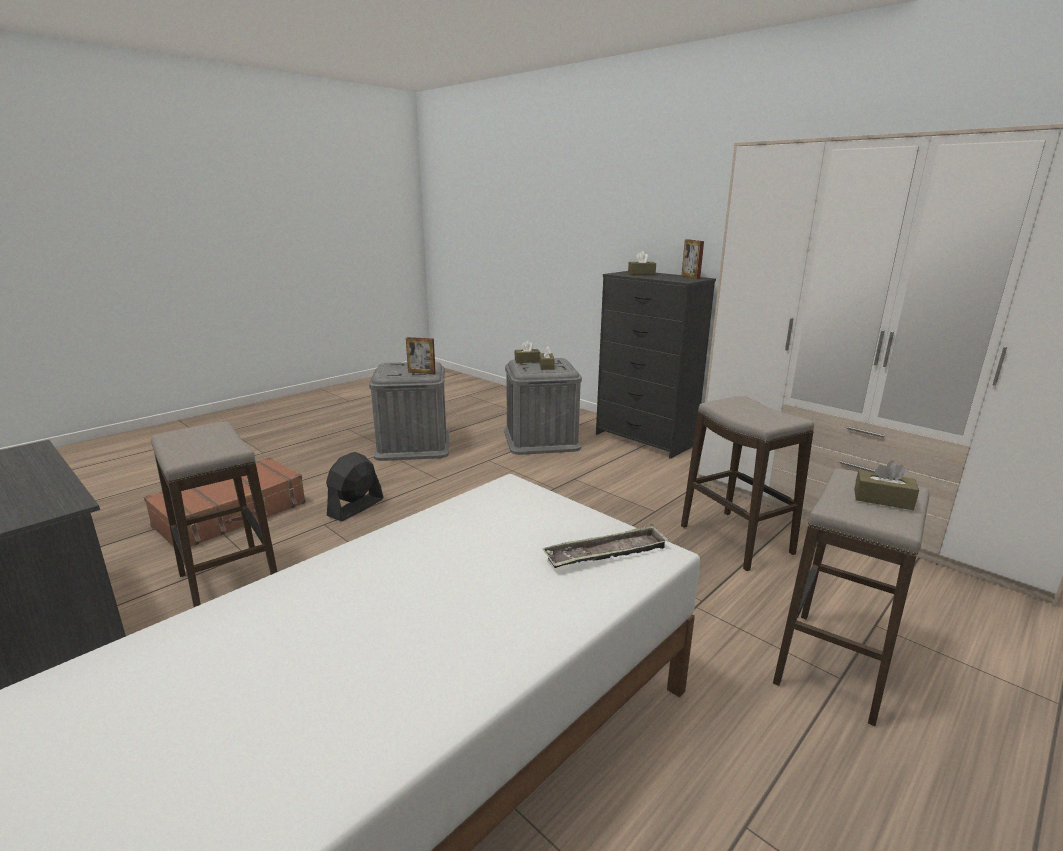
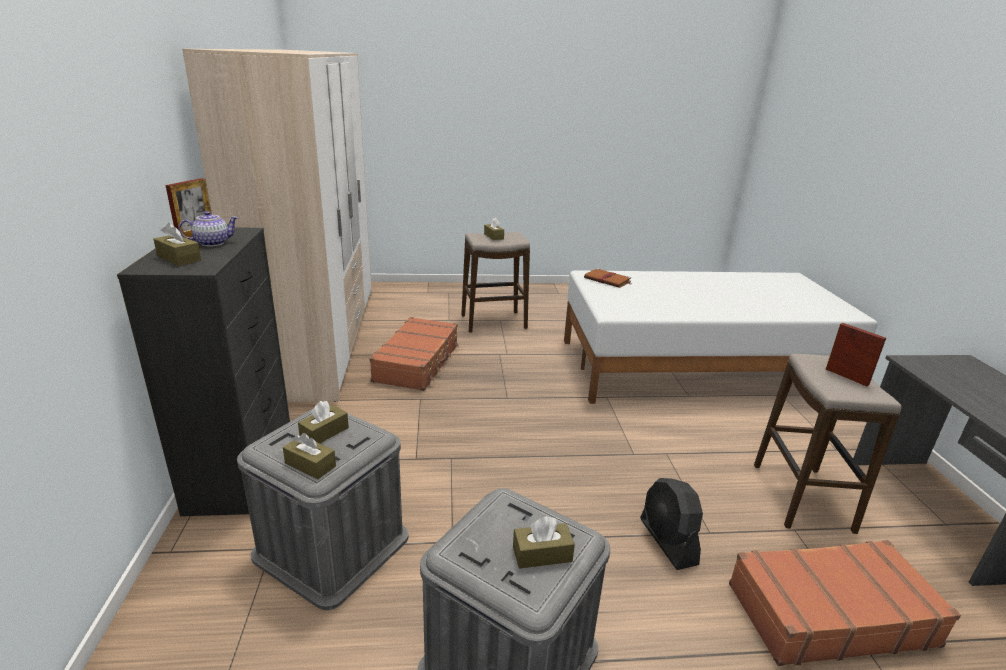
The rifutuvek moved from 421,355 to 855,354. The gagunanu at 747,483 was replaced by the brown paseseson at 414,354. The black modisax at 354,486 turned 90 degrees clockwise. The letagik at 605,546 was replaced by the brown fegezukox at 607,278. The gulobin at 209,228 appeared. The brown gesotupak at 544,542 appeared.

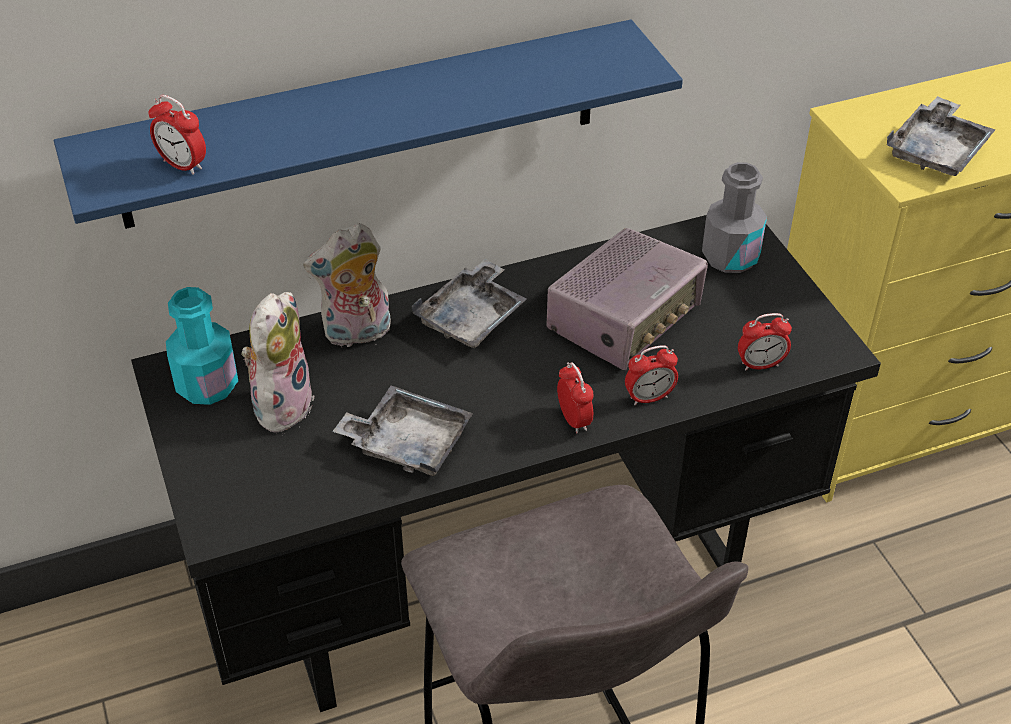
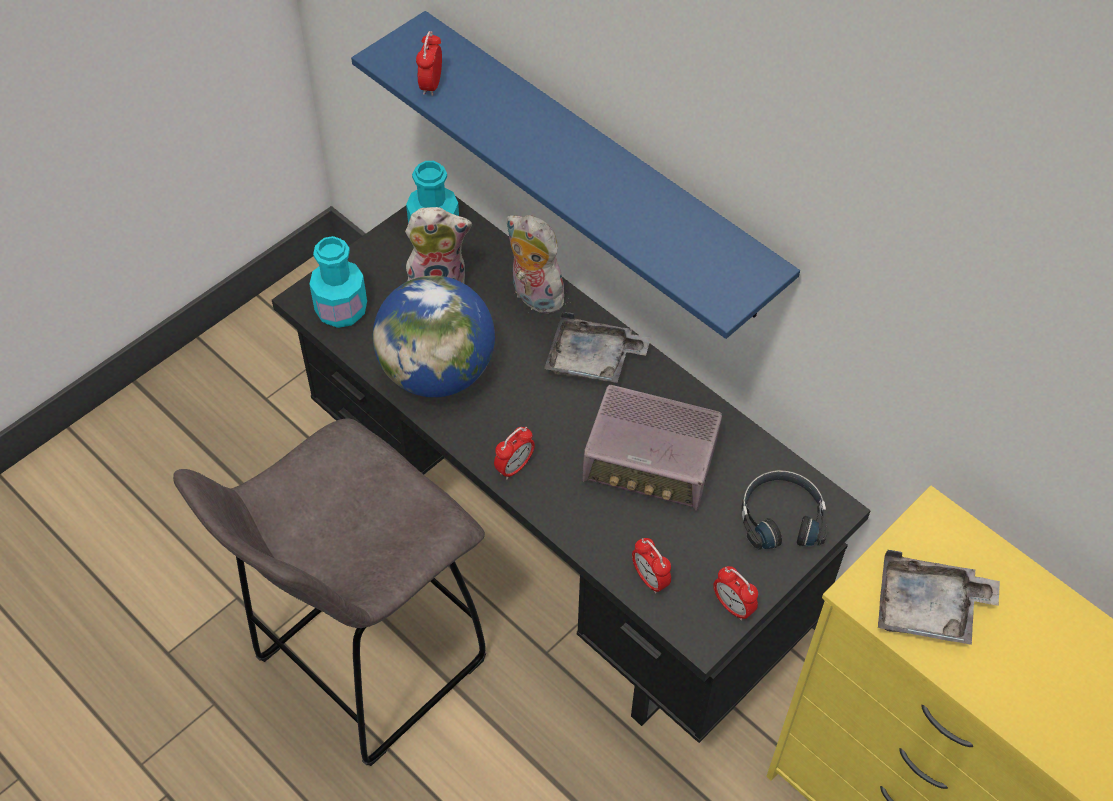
The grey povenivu at 734,217 was replaced by the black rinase at 785,510. The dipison moved from 651,375 to 735,593. The grey letagik at 403,430 was replaced by the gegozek at 434,336. The turquoise povenivu at 338,282 appeared.

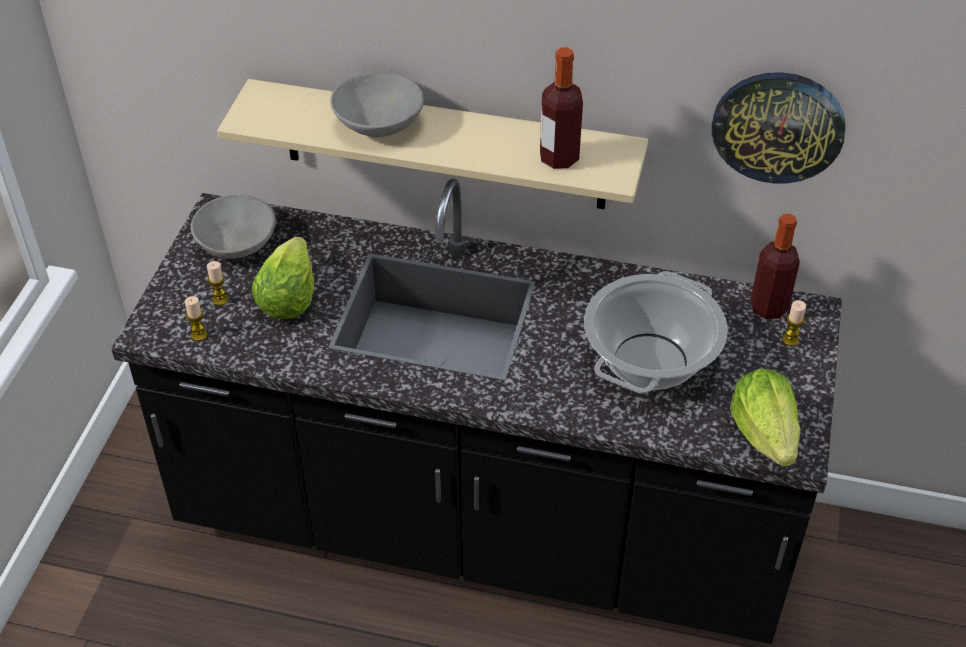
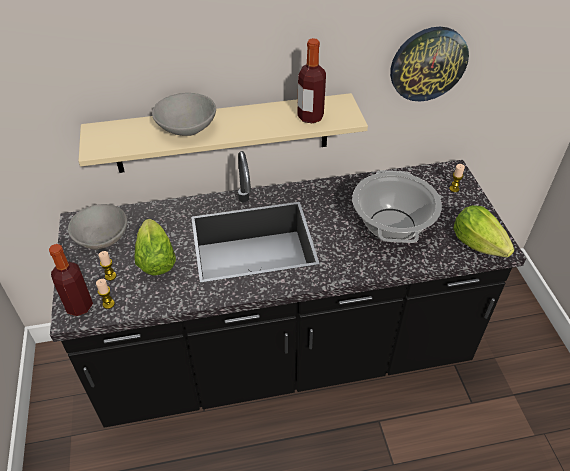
The povenivu moved from 775,266 to 71,280.

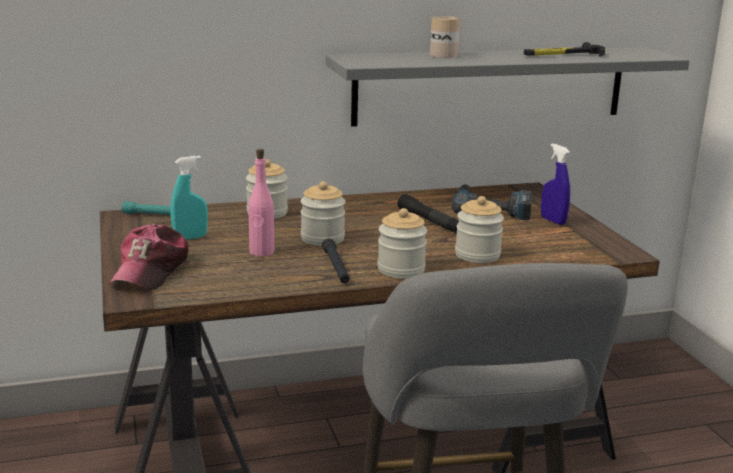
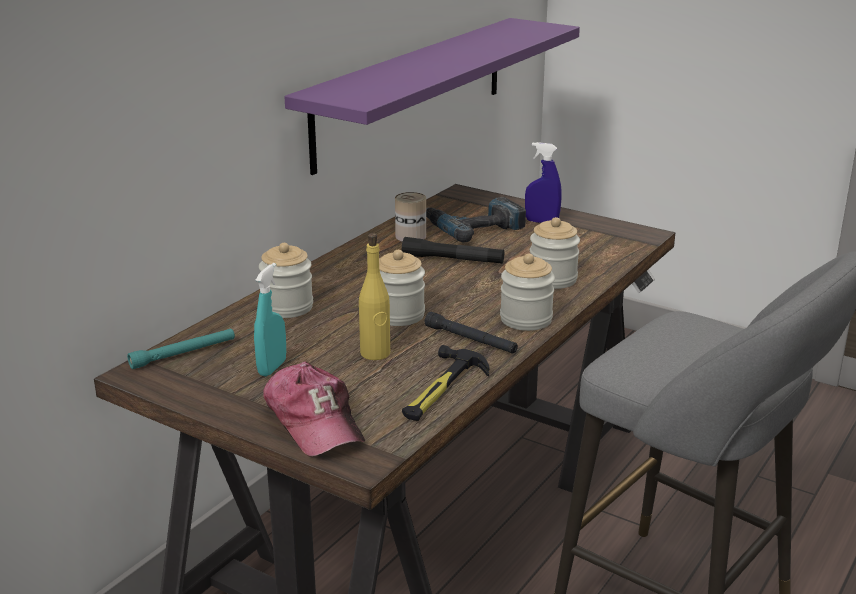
The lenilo moved from 445,37 to 410,217. The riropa moved from 564,49 to 446,383. The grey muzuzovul at 507,87 became the purple muzuzovul at 432,96. The pink povenivu at 261,203 became the yellow povenivu at 374,296.

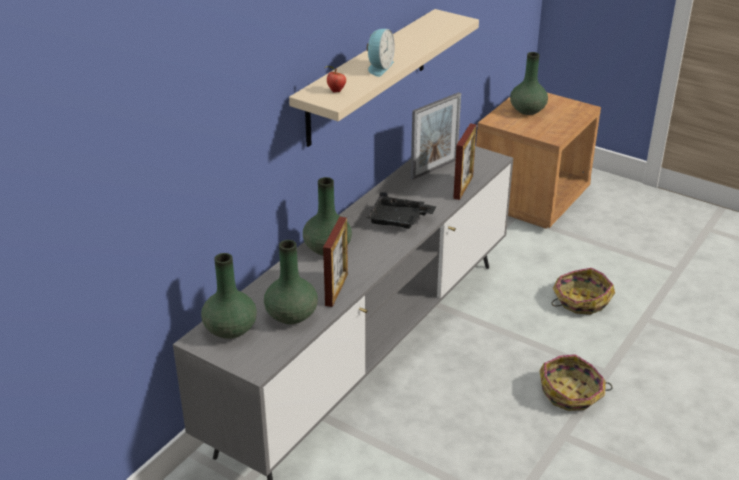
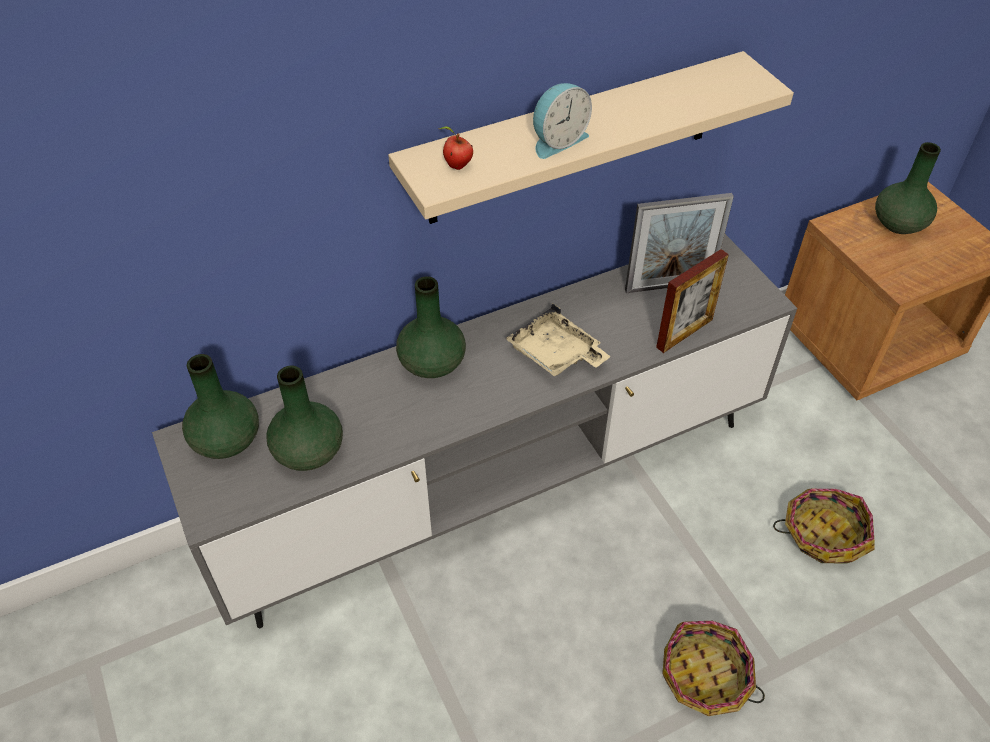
The black letagik at 401,210 became the beige letagik at 558,340. The rifutuvek at 335,262 disappeared.

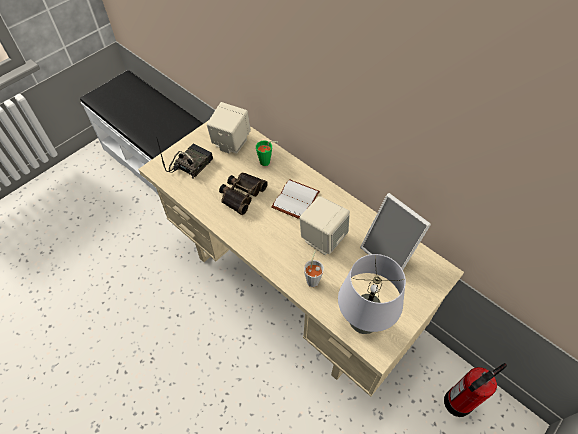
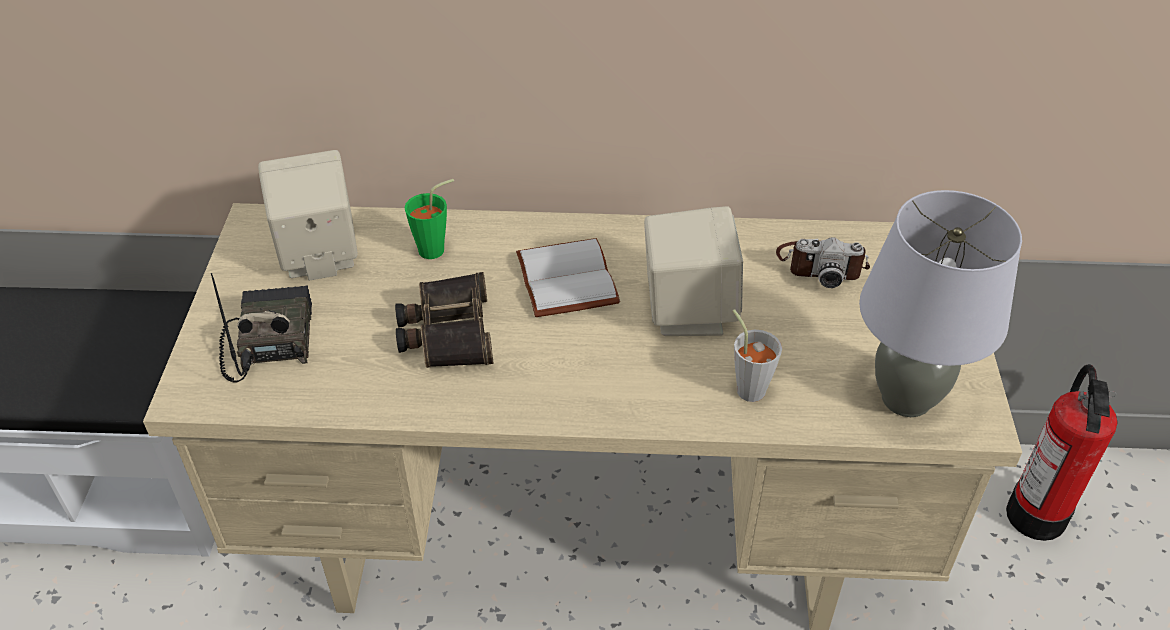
The rifutuvek at 395,231 was replaced by the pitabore at 823,262.

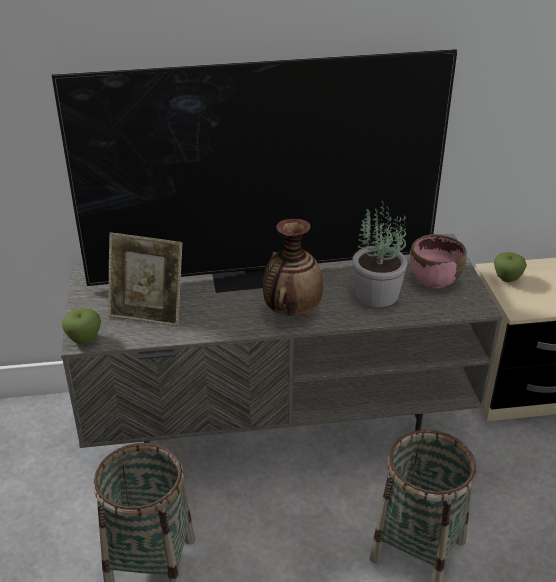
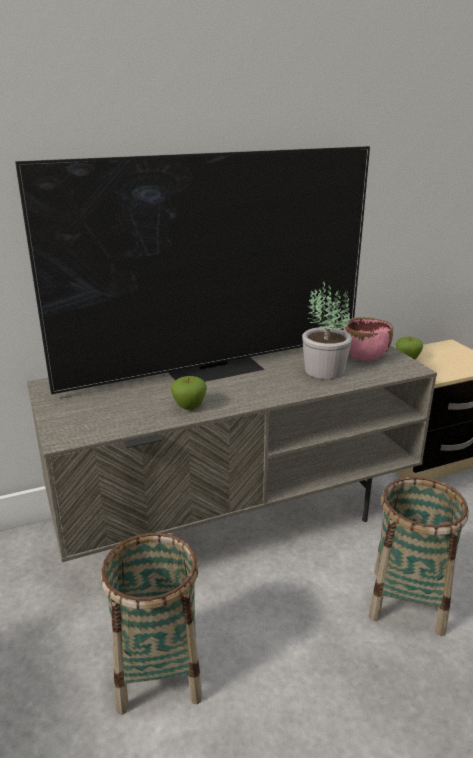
The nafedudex at 293,267 disappeared. The rifutuvek at 145,279 disappeared. The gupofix moved from 81,326 to 188,393.

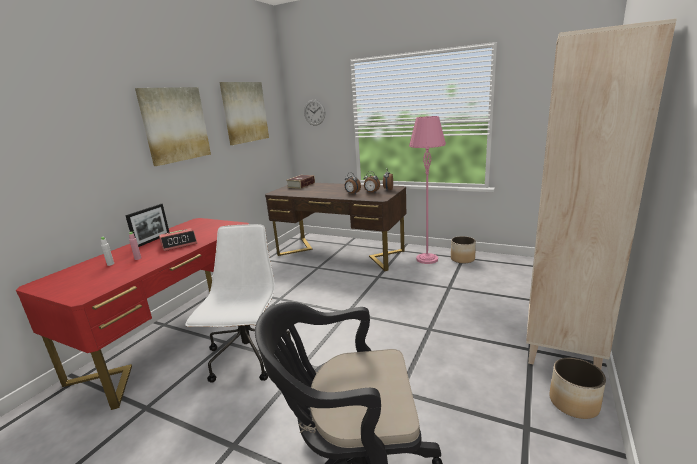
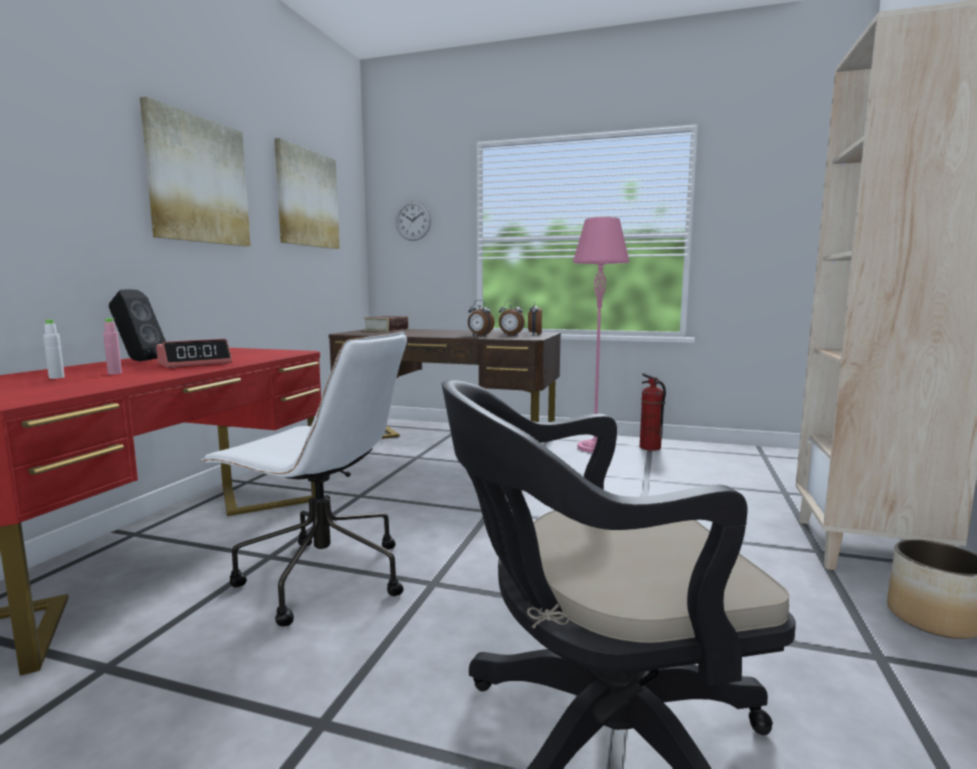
The rifutuvek at 147,225 was replaced by the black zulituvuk at 137,325. The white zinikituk at 239,303 turned 120 degrees clockwise. The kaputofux at 463,249 was replaced by the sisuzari at 653,412.

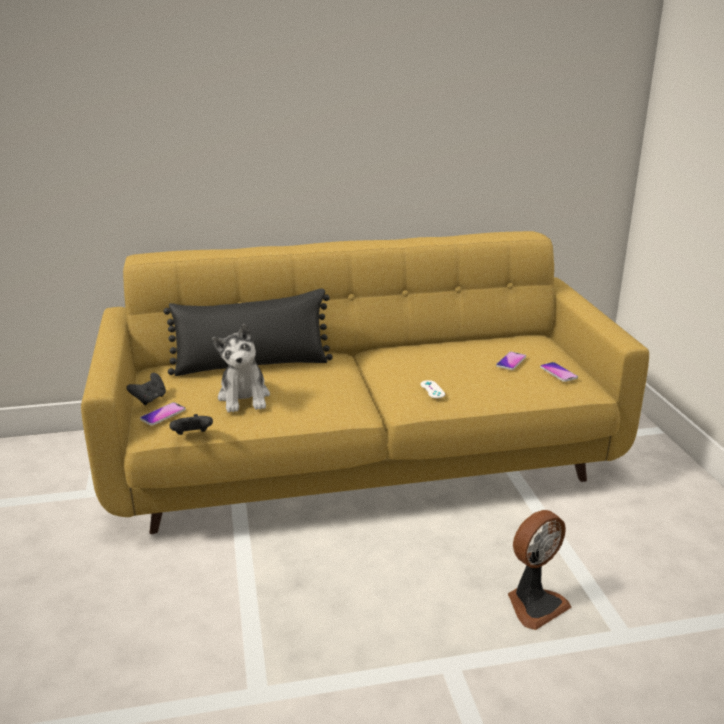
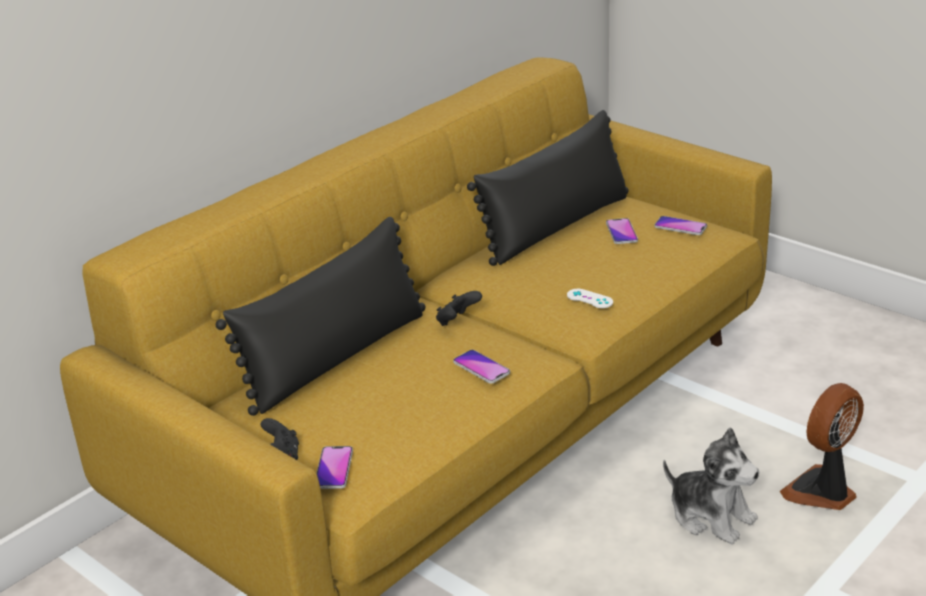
The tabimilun moved from 241,368 to 711,485. The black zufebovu moved from 191,424 to 459,308. The modisax at 540,570 turned 150 degrees counterclockwise. The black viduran at 548,188 appeared. The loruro at 481,367 appeared.

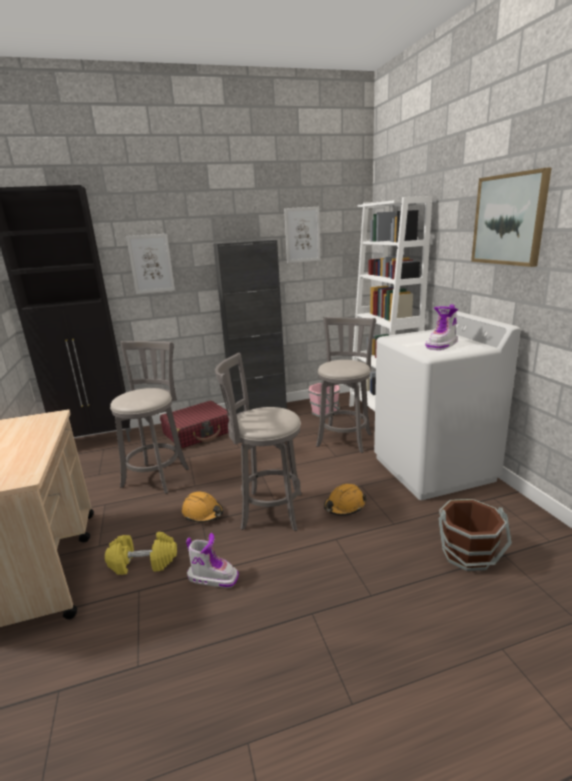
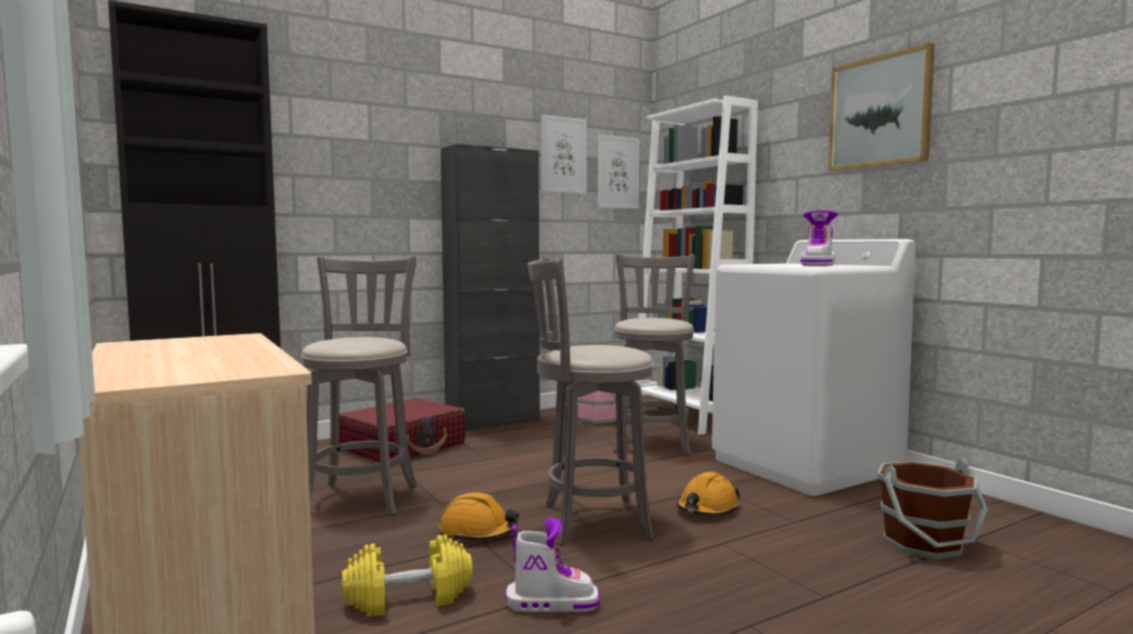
The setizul moved from 150,264 to 618,171.

